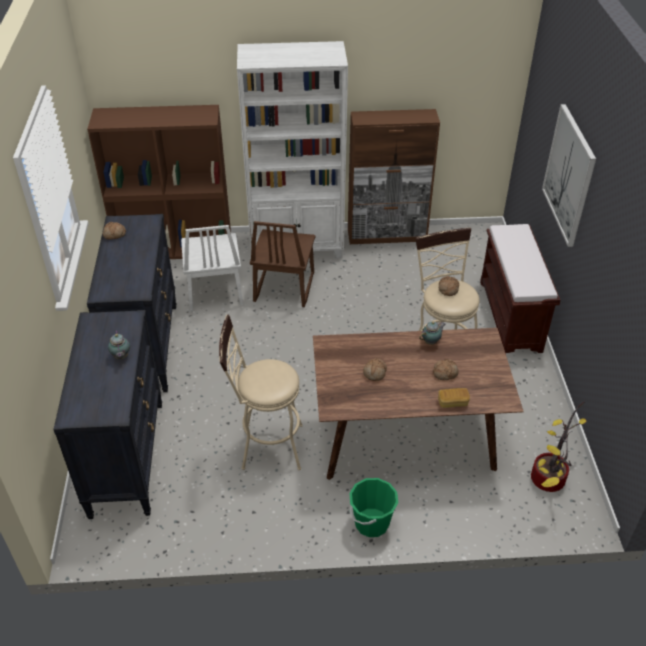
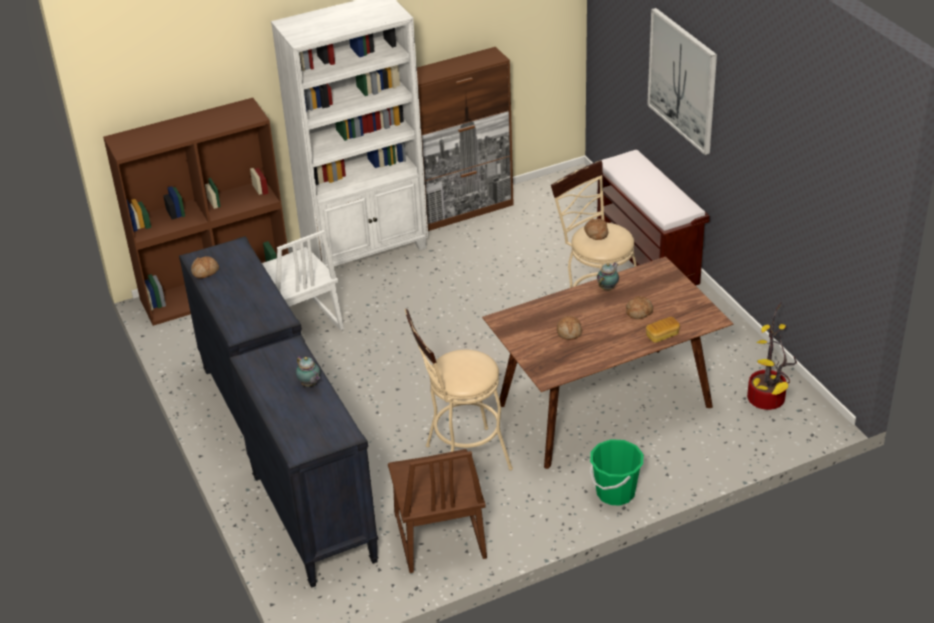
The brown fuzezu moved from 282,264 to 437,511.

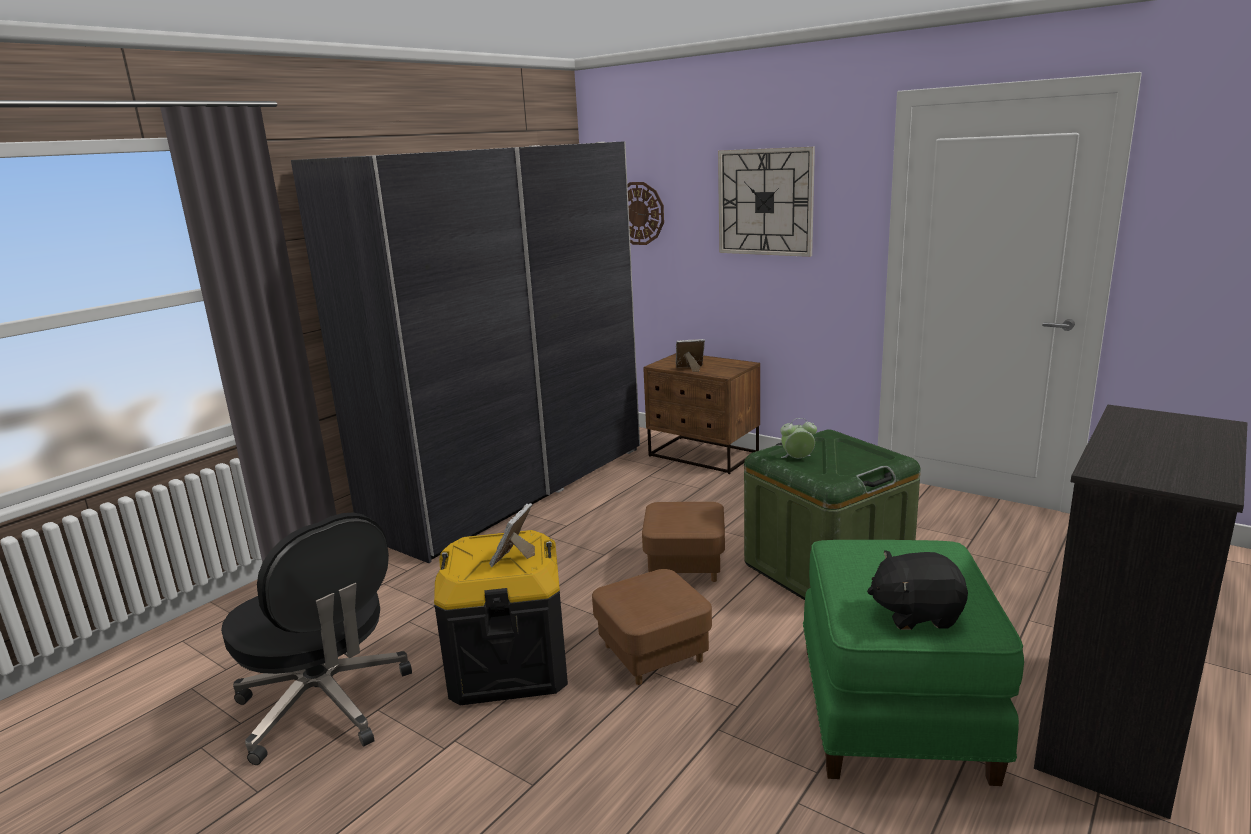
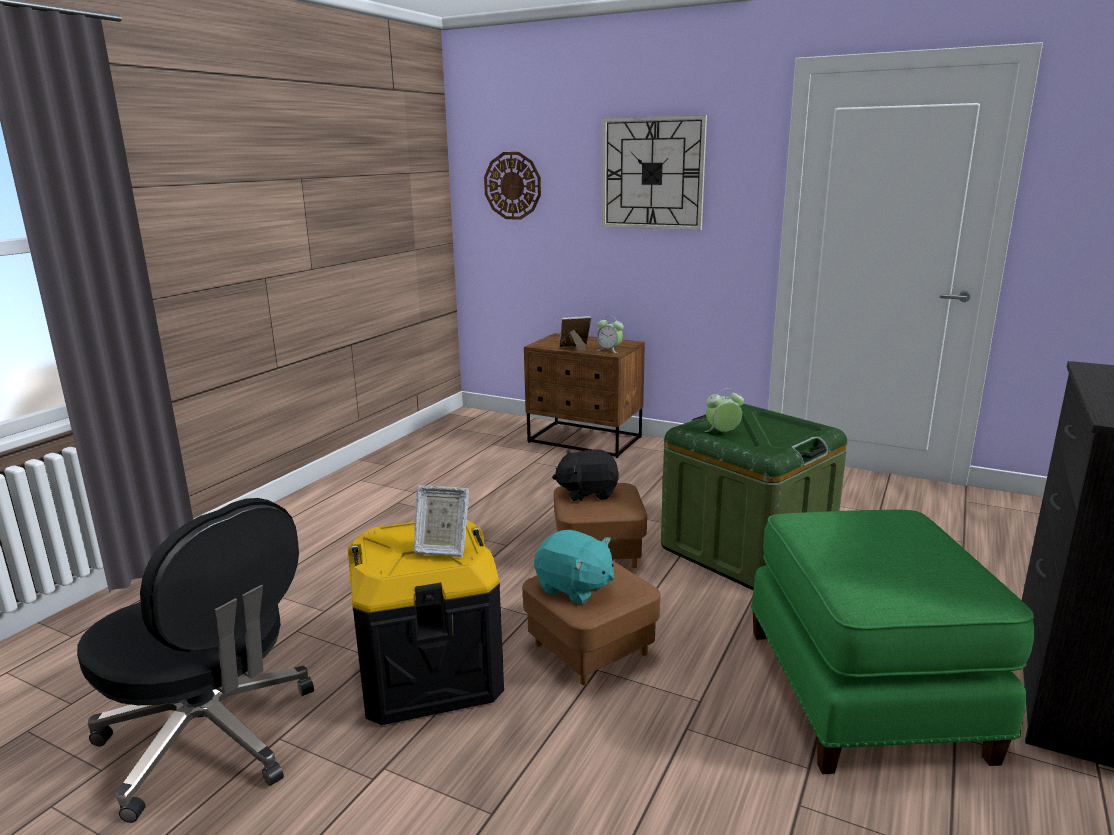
The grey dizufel at 465,352 disappeared. The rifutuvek at 512,535 turned 90 degrees counterclockwise. The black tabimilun moved from 917,590 to 585,475. The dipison at 610,334 appeared. The turquoise tabimilun at 574,567 appeared.

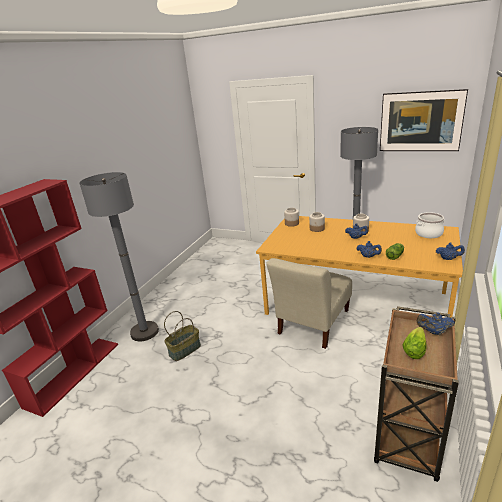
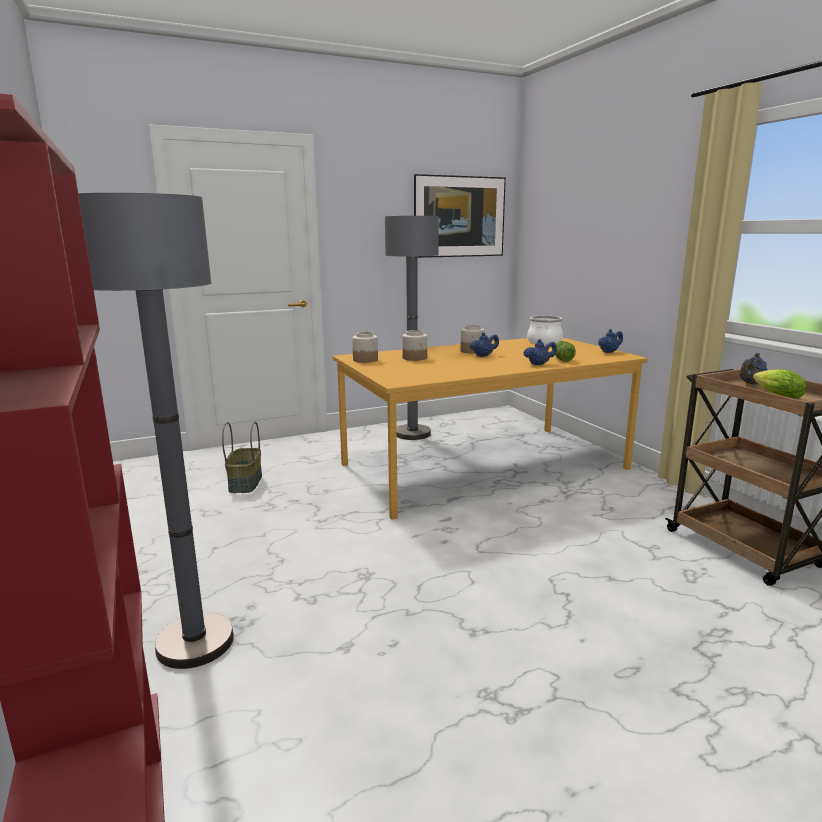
The beige fuzezu at 309,303 disappeared. The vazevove moved from 182,336 to 242,457.

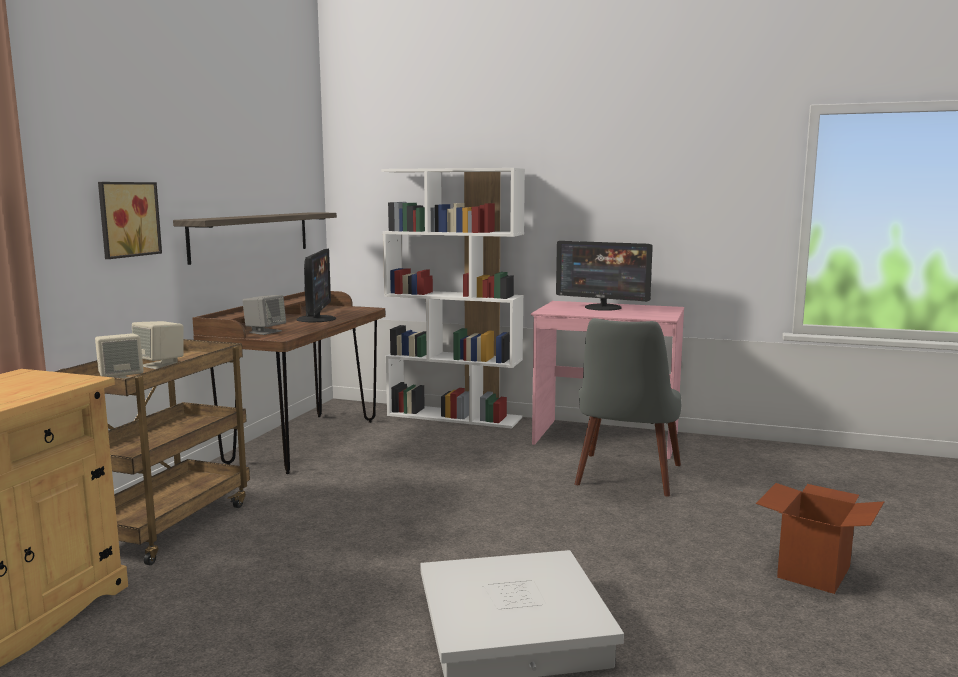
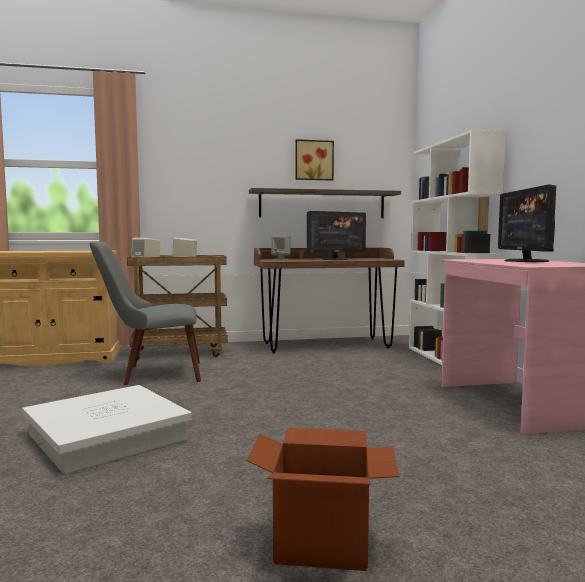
The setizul moved from 130,220 to 314,160. The grey fuzezu moved from 628,407 to 145,313.

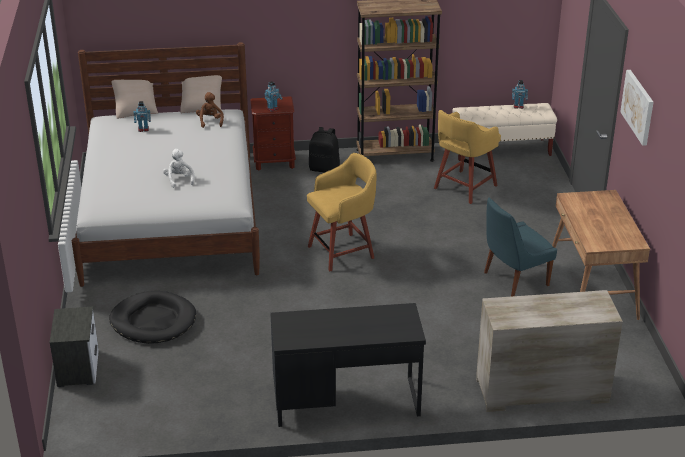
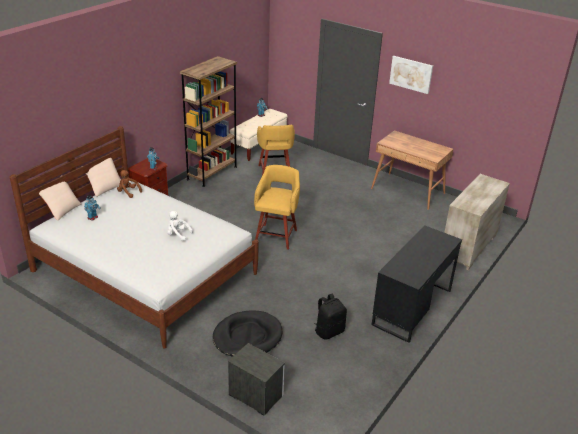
The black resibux moved from 324,150 to 330,317. The blue fuzezu at 520,247 disappeared.

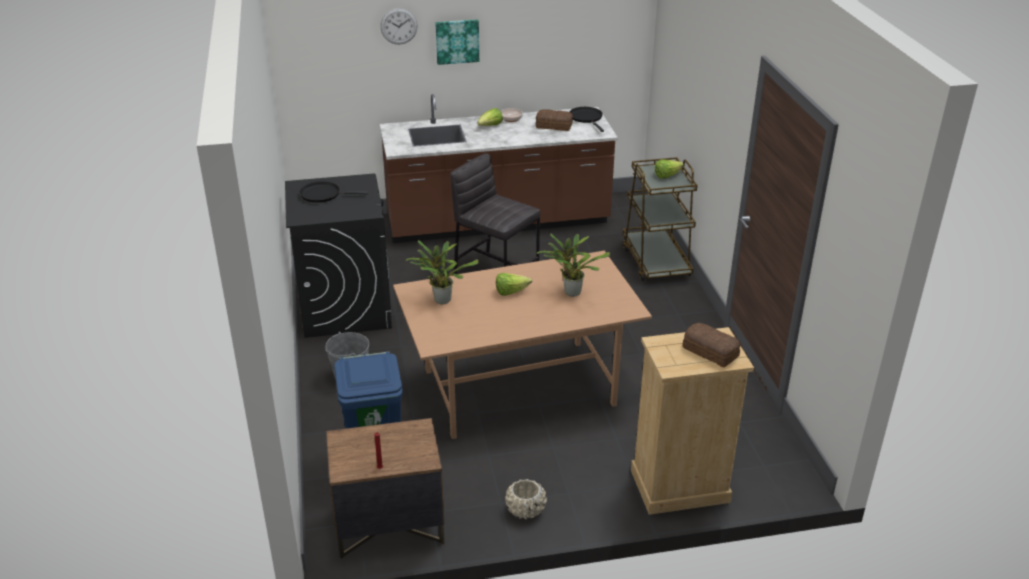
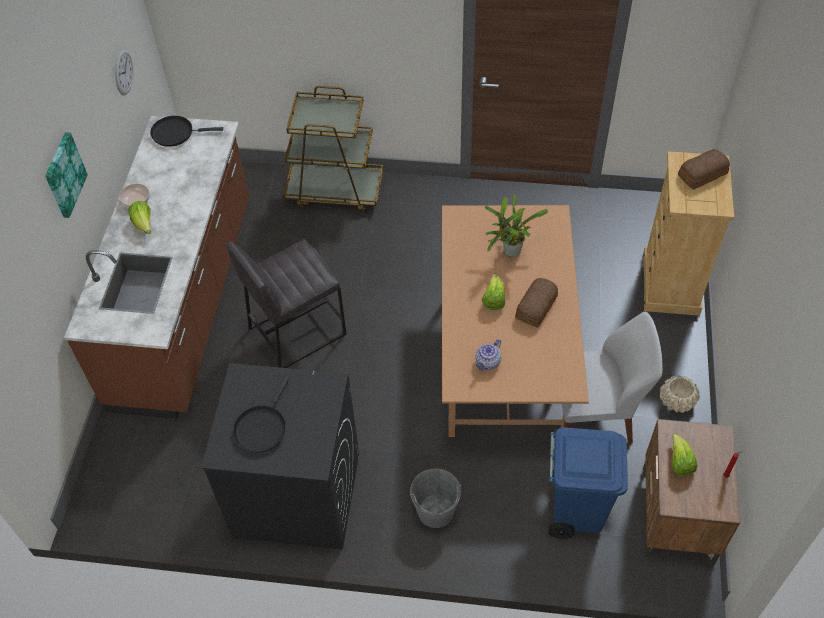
The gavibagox moved from 399,26 to 124,72. The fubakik moved from 554,120 to 536,303. The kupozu moved from 669,169 to 684,455. The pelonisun at 442,272 was replaced by the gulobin at 489,354. The white fuzezu at 612,377 appeared.

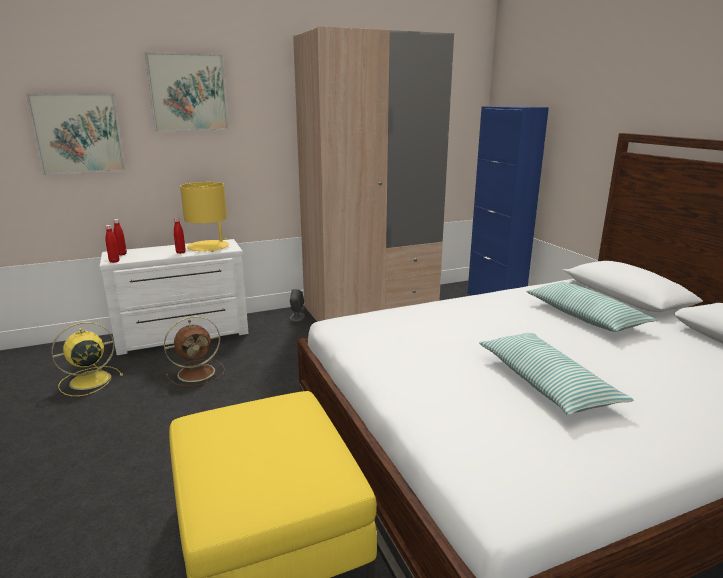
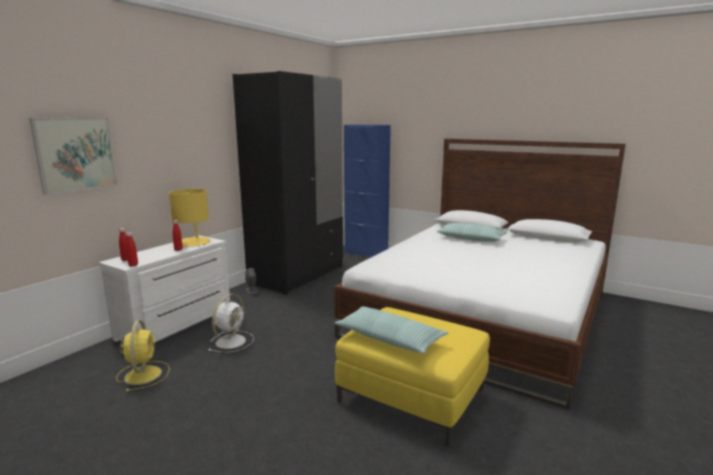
The beige dizufel at 373,174 became the black dizufel at 288,182. The setizul at 187,91 disappeared. The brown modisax at 194,351 became the white modisax at 231,323. The yellow modisax at 87,359 turned 150 degrees clockwise. The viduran moved from 556,374 to 391,330.

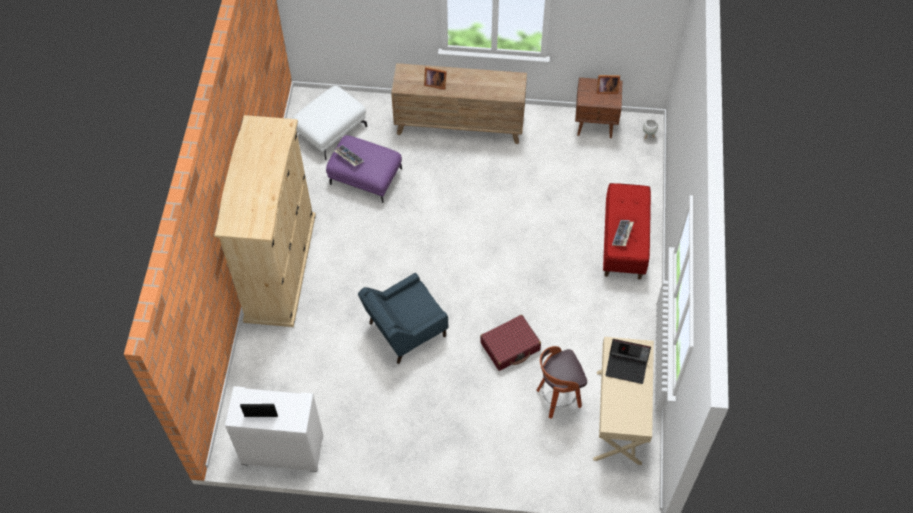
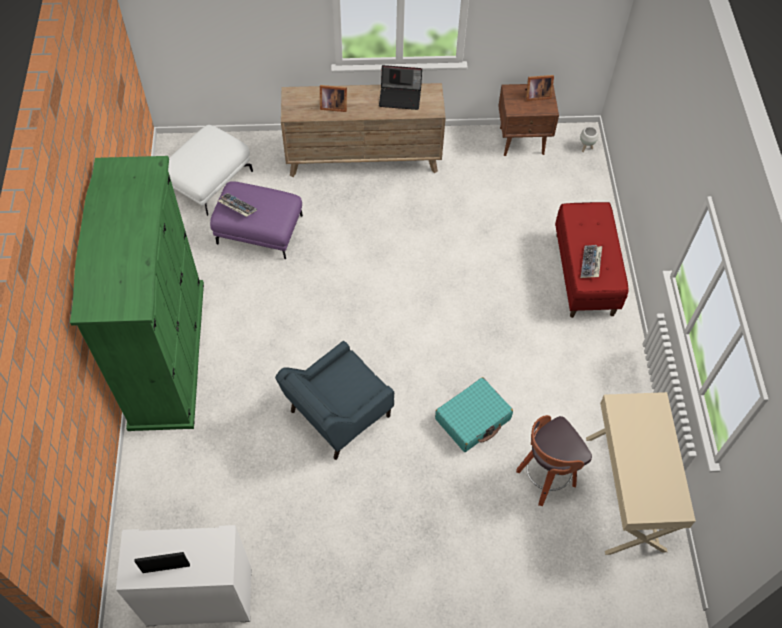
The beige dizufel at 265,221 became the green dizufel at 137,293. The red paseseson at 510,343 became the turquoise paseseson at 474,414. The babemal moved from 628,361 to 400,87.

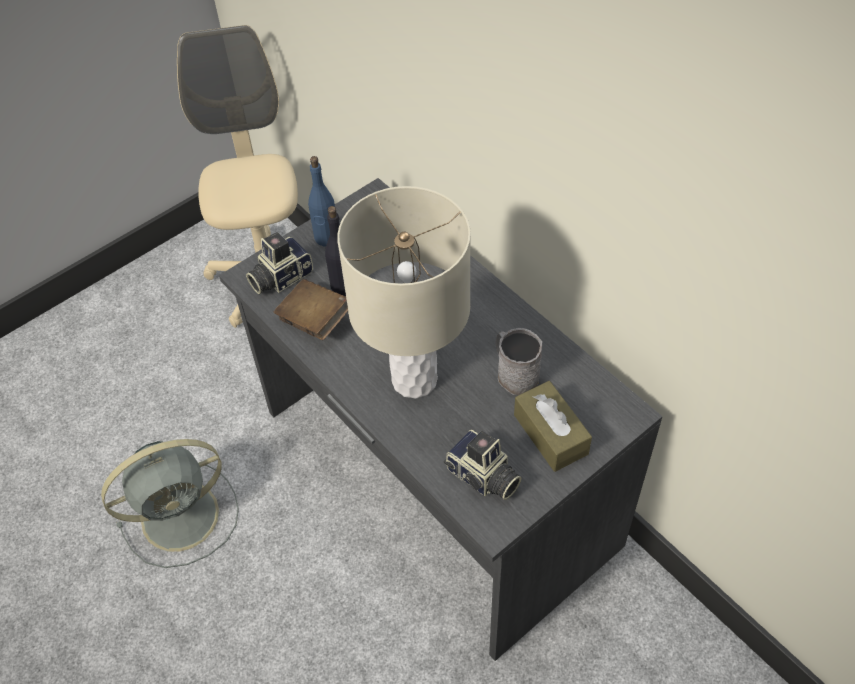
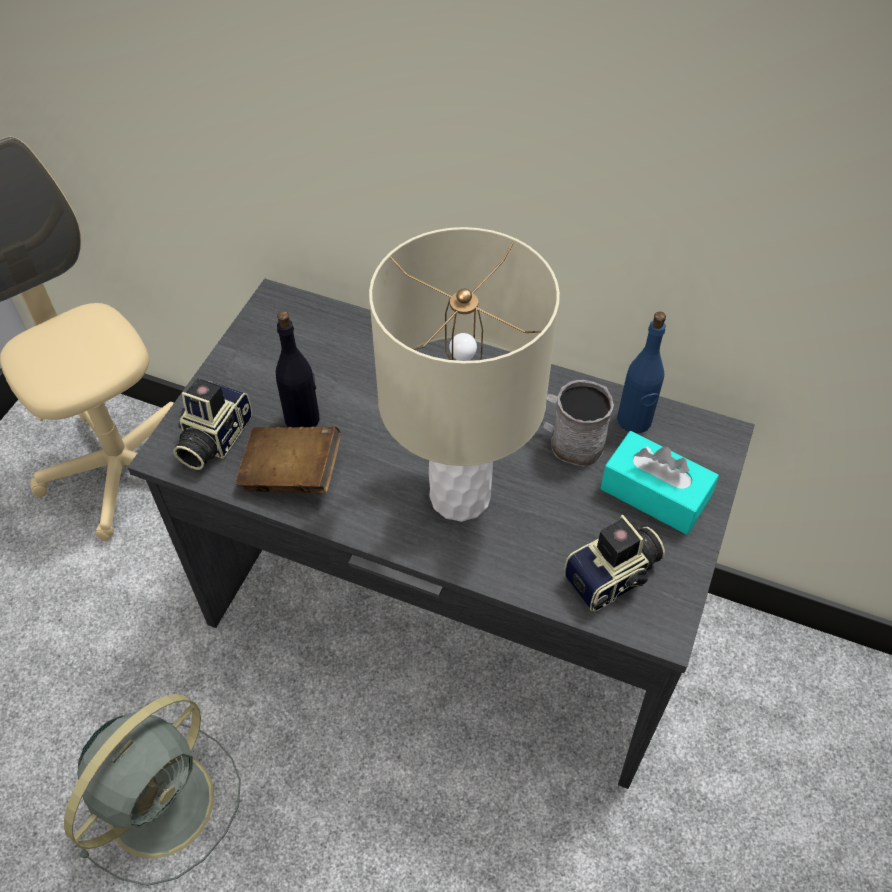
The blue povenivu moved from 321,201 to 641,372. The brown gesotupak at 553,426 became the turquoise gesotupak at 659,483. The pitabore at 482,465 turned 45 degrees counterclockwise.

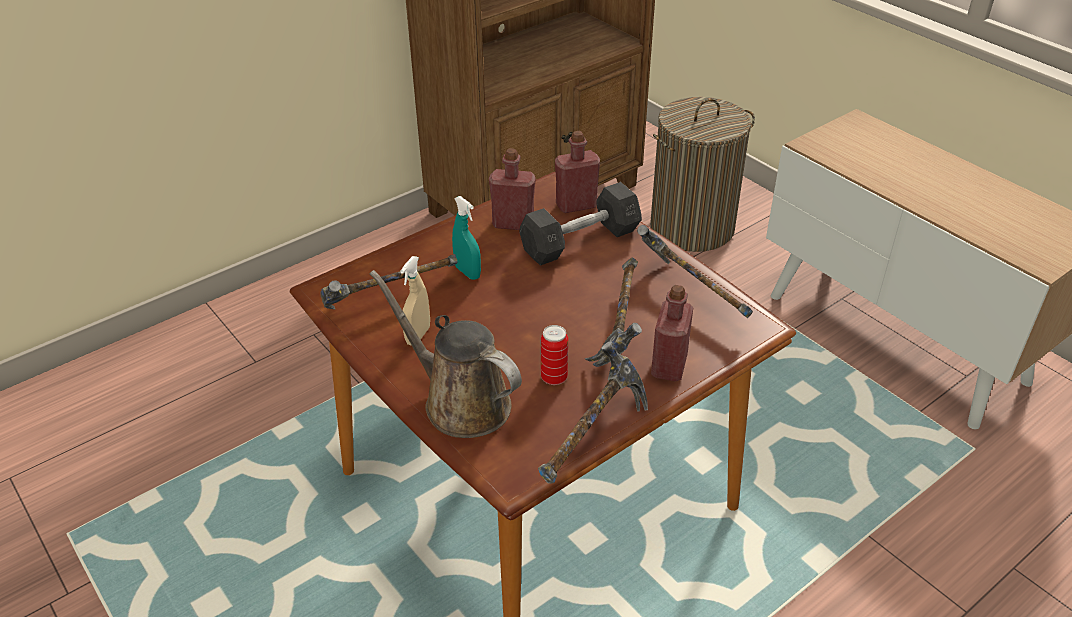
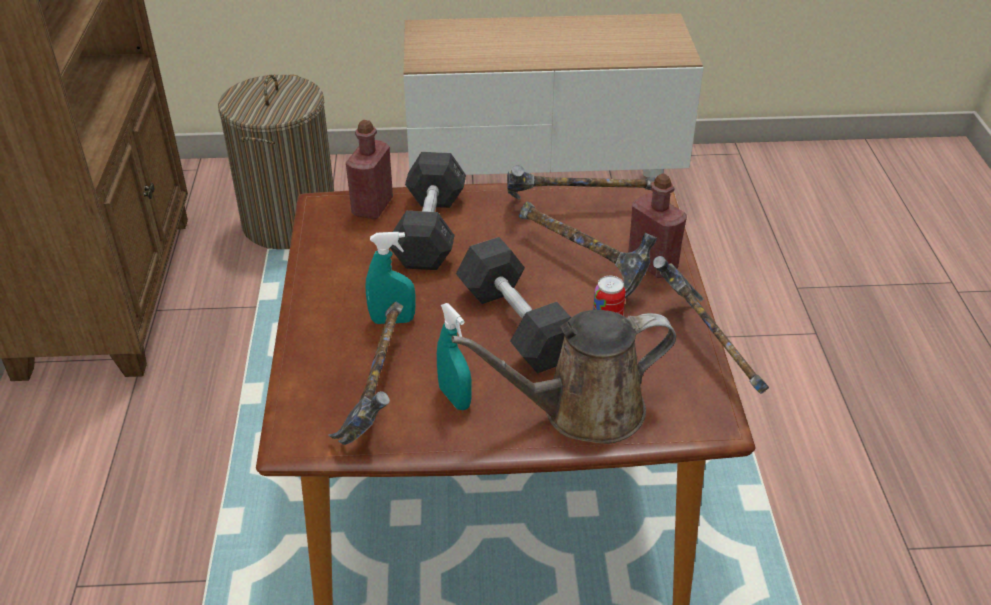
The red povenivu at 512,189 disappeared. The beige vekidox at 415,300 became the turquoise vekidox at 454,356. The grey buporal at 513,305 appeared.

